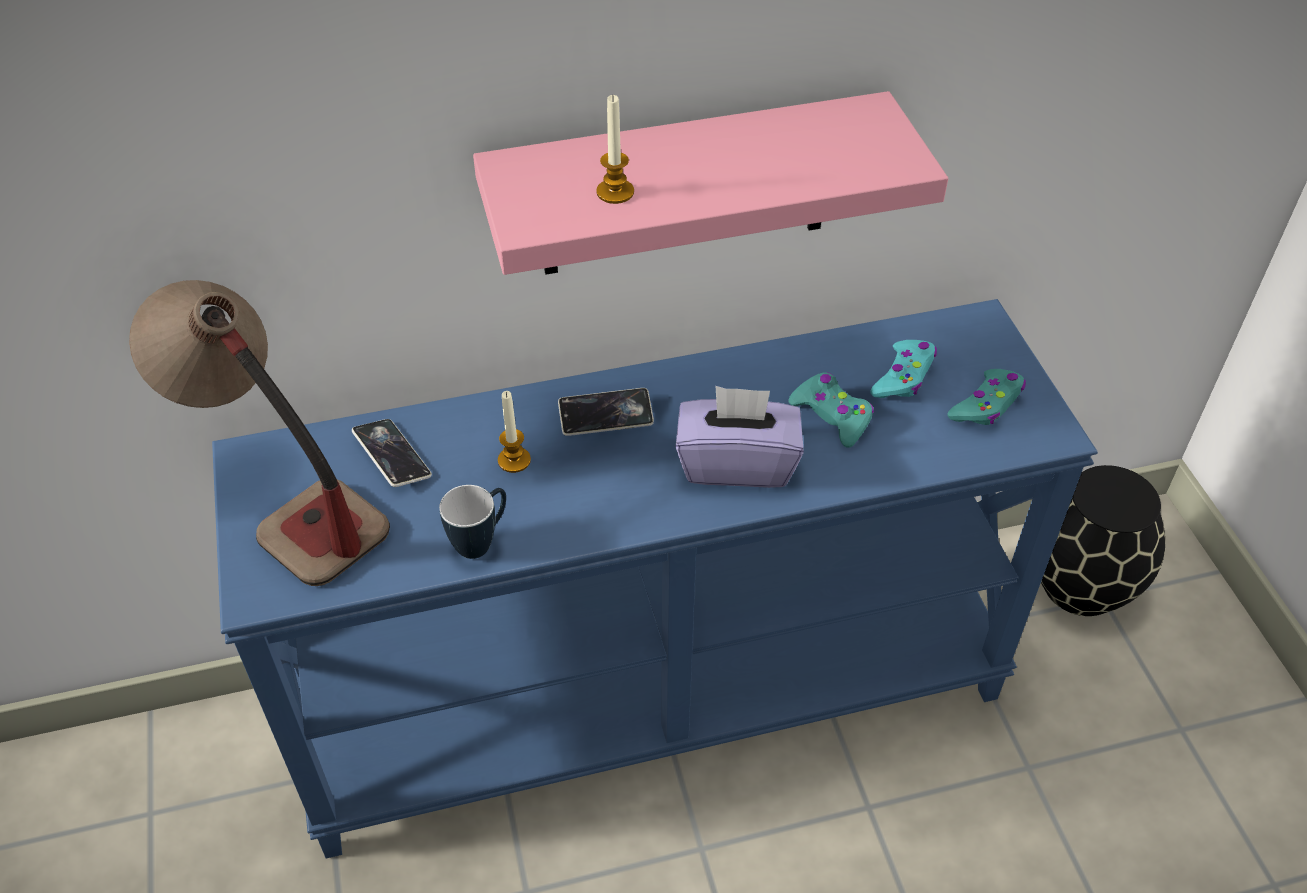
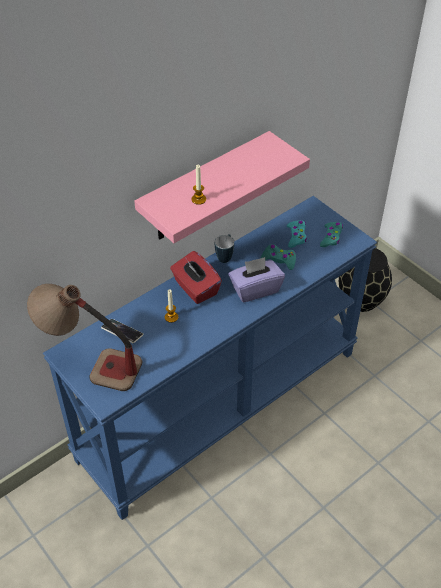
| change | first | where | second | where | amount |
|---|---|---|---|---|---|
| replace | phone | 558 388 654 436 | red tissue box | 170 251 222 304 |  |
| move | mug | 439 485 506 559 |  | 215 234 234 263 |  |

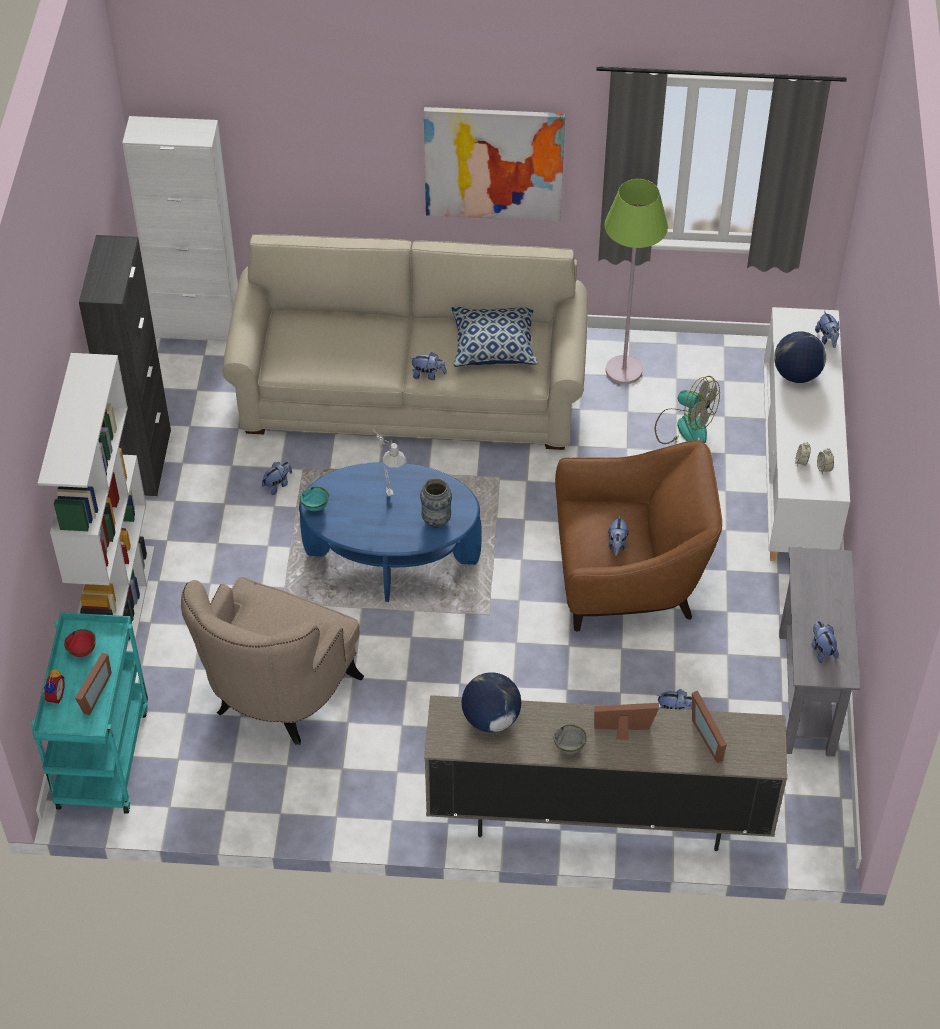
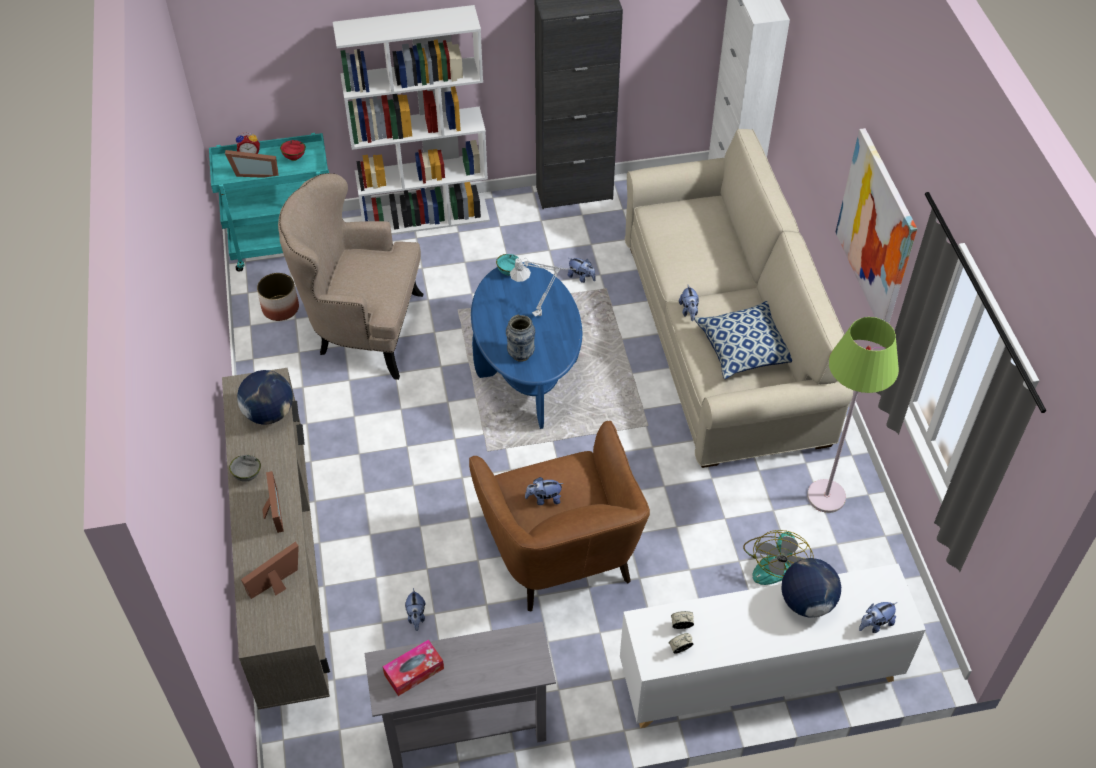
| change | first | where | second | where | amount |
|---|---|---|---|---|---|
| insert |  |  | plant pot | 257 273 299 321 |  |
| replace | plush toy | 812 621 839 663 | tissue box | 382 639 444 696 |  |

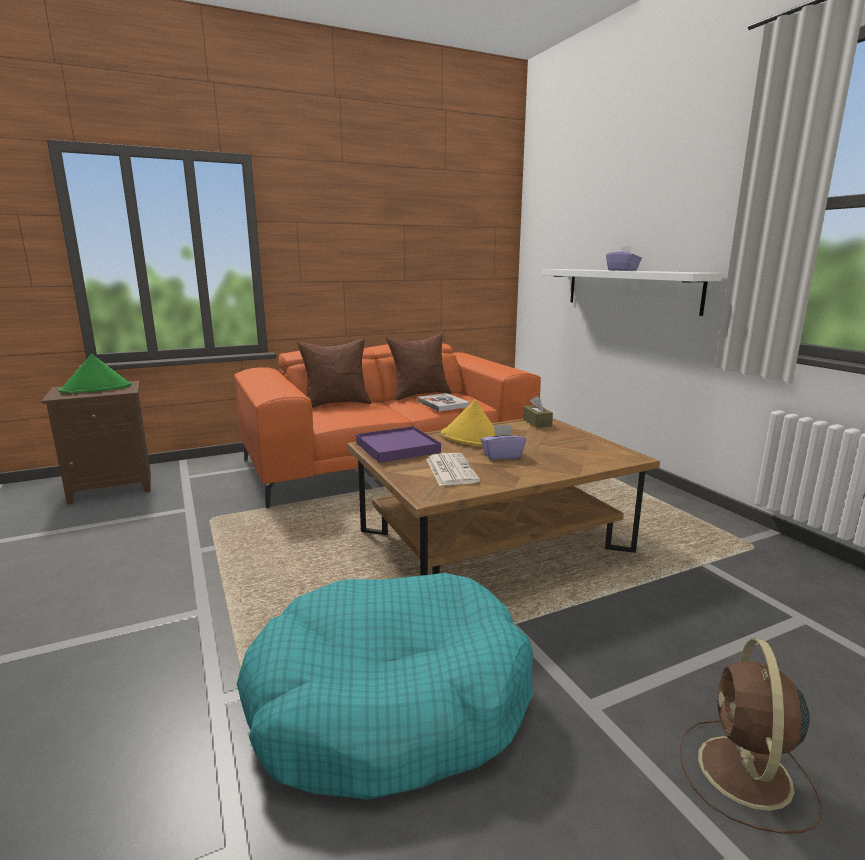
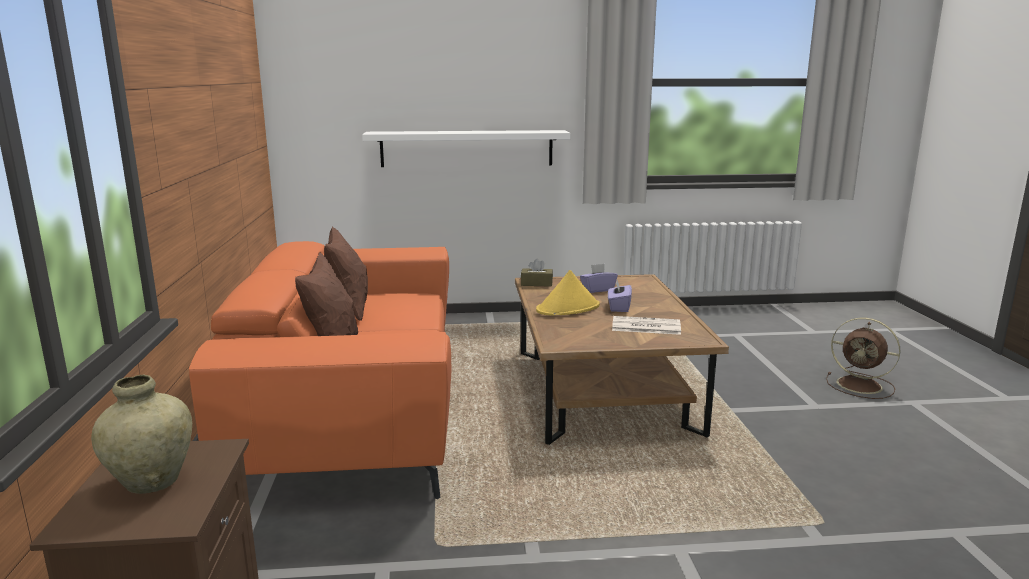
| change | first | where | second | where | amount |
|---|---|---|---|---|---|
| replace | green-coloured clothing hat | 59 354 132 393 | sand-coloured decorative vase | 91 374 192 494 |  |
| move | purple tissue box | 606 246 642 271 |  | 580 264 618 293 |  |
| delete | turquoise-coloured dog bed | 237 573 534 800 |  |  |  |
| delete | purple carrying tray | 356 426 441 463 |  |  |  |
| delete | volume | 417 393 470 411 |  |  |  |

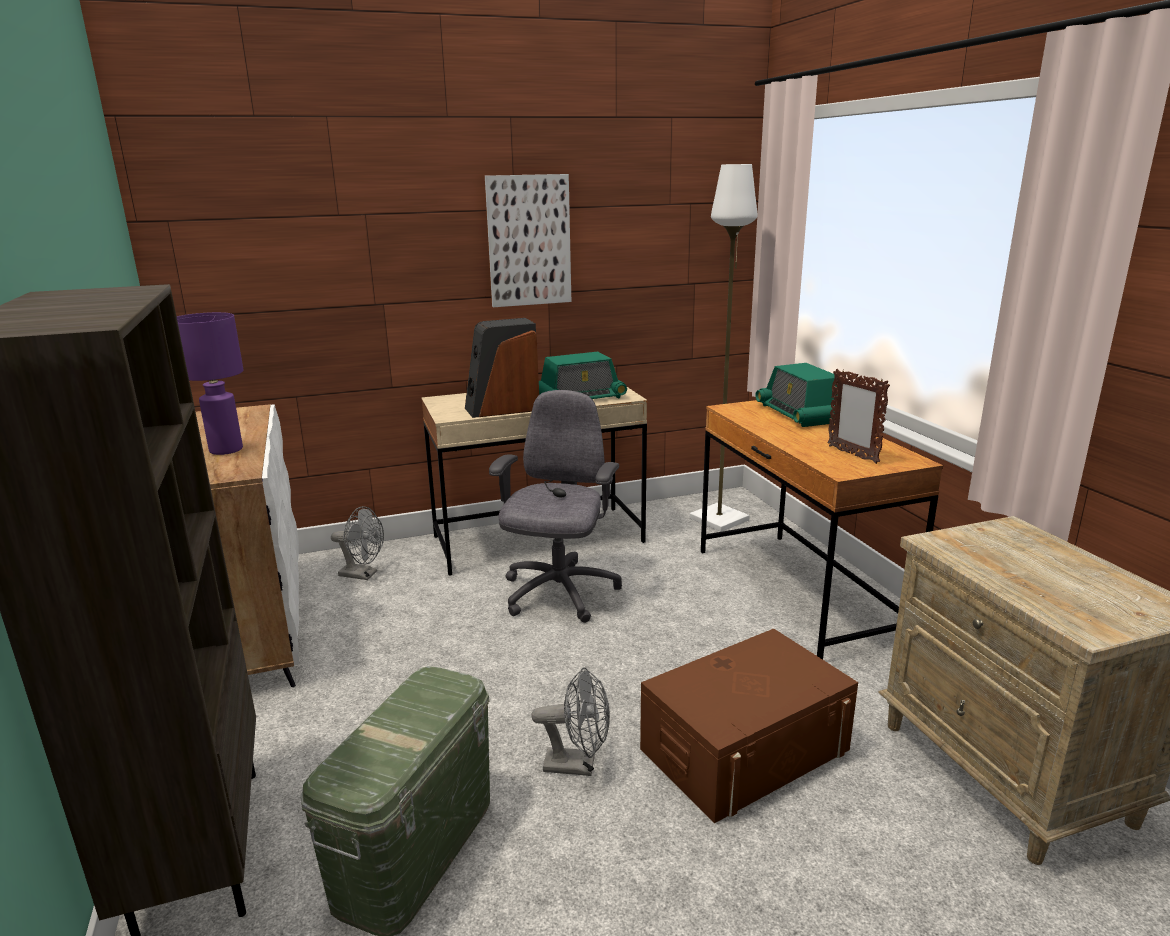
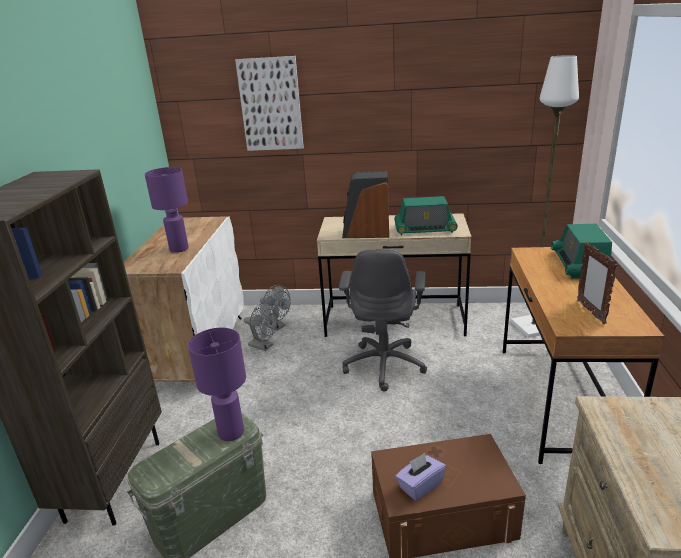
| change | first | where | second | where | amount |
|---|---|---|---|---|---|
| insert |  |  | purple lamp for a table | 188 328 246 441 |  |
| move | wall picture | 485 174 571 307 |  | 235 56 304 151 |  |
| move | grey electric fan | 531 667 610 776 |  | 244 302 278 351 |  |
| rotate | grey desk chair | 489 390 622 623 |  | 339 249 427 392 | 150 degrees clockwise |
| insert |  |  | purple tissue box | 395 453 446 501 |  |

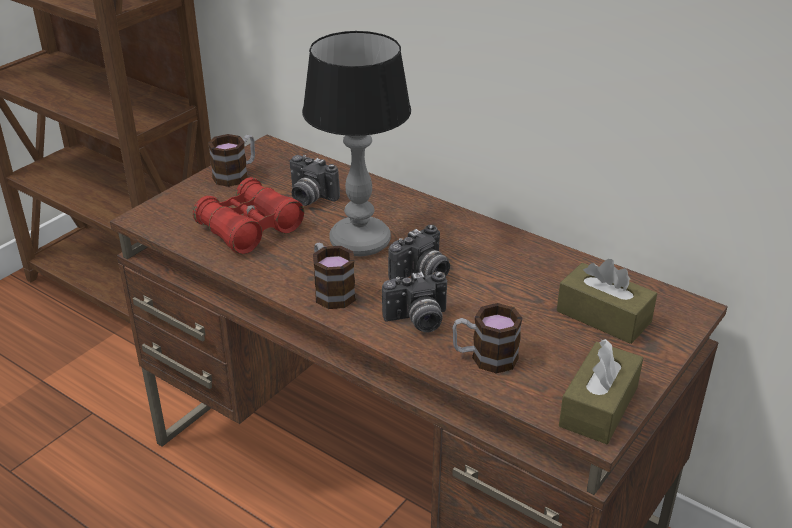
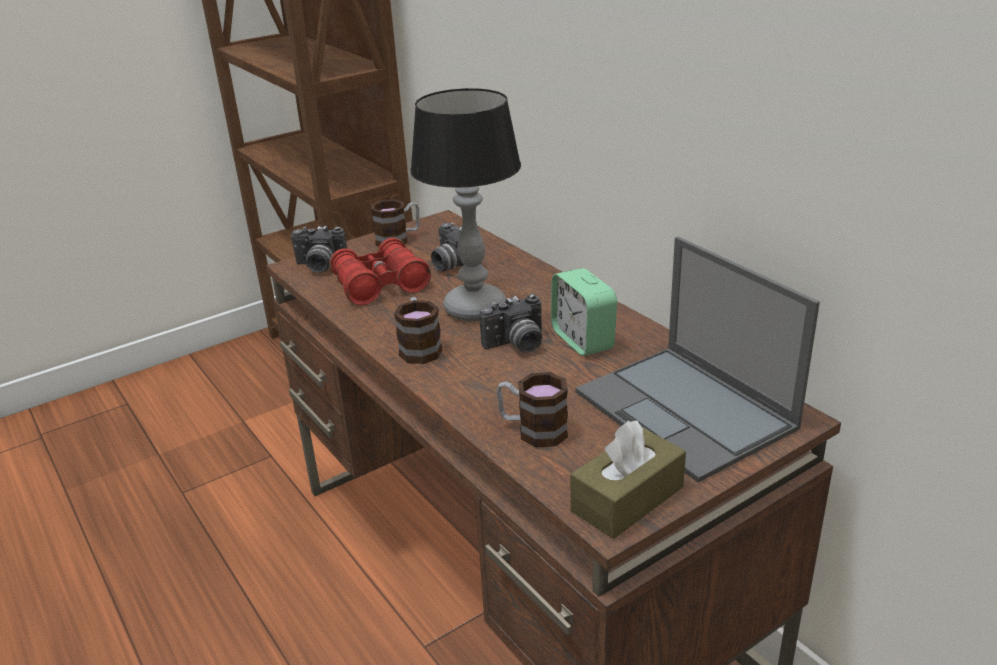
| change | first | where | second | where | amount |
|---|---|---|---|---|---|
| move | photo camera | 382 271 447 332 |  | 291 226 347 273 |  |
| insert |  |  | alarm clock | 551 268 617 356 |  |
| replace | brownish tissue box | 557 259 657 344 | notebook computer | 575 237 820 483 |  |

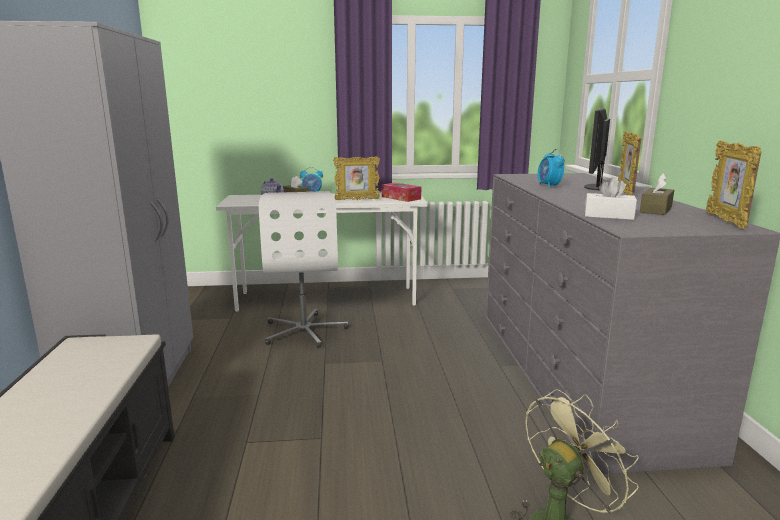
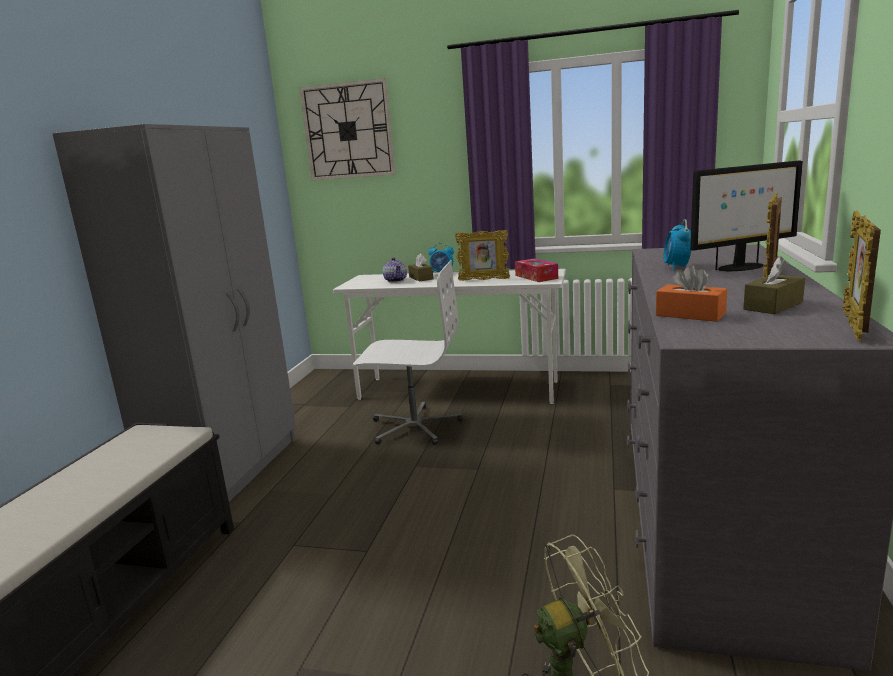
| change | first | where | second | where | amount |
|---|---|---|---|---|---|
| insert |  |  | clock on the wall | 299 78 396 181 |  |
| rotate | white desk chair | 259 191 349 348 |  | 353 260 463 445 | 90 degrees counterclockwise |
| recolor | white tissue box | 585 177 637 220 | orange tissue box | 656 265 727 322 |  |
| rotate | computer display | 584 109 610 191 |  | 690 160 803 271 | 150 degrees counterclockwise |

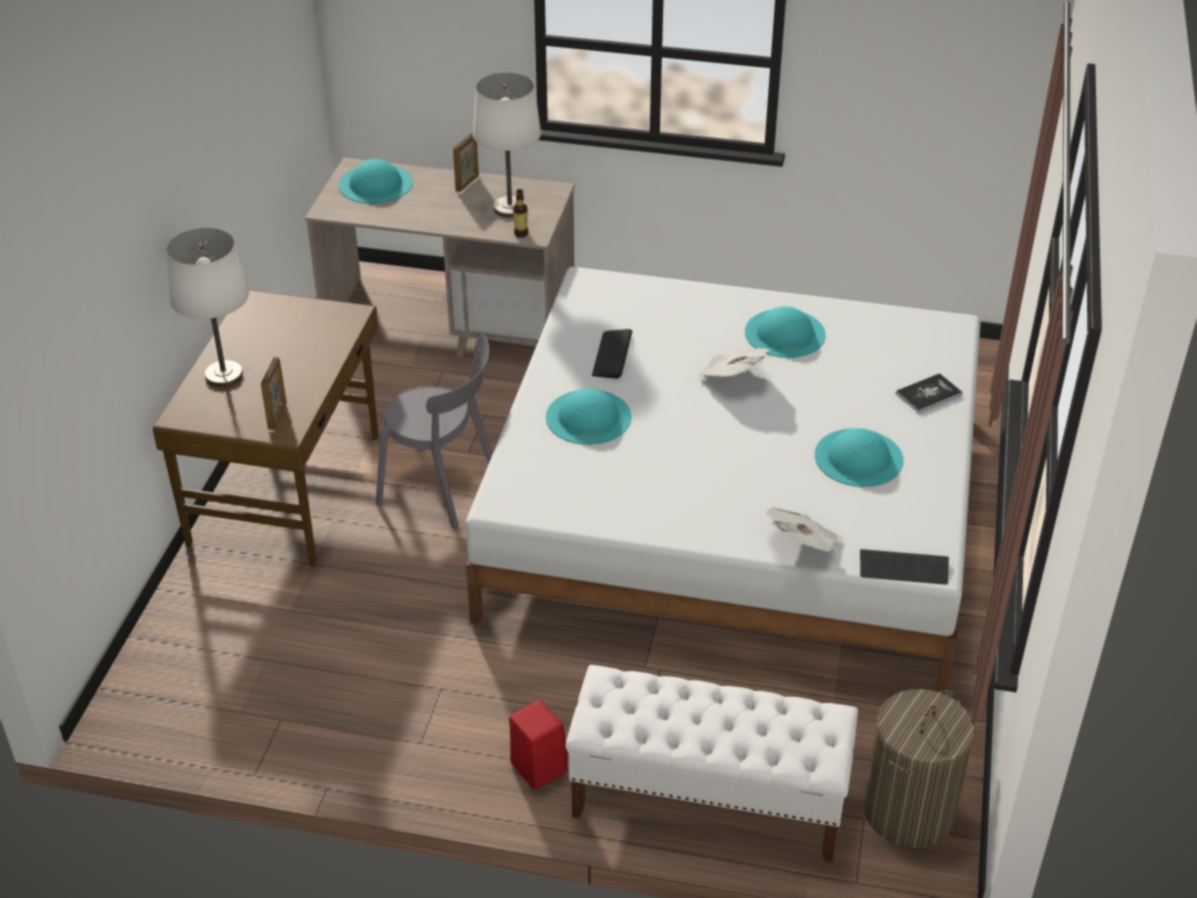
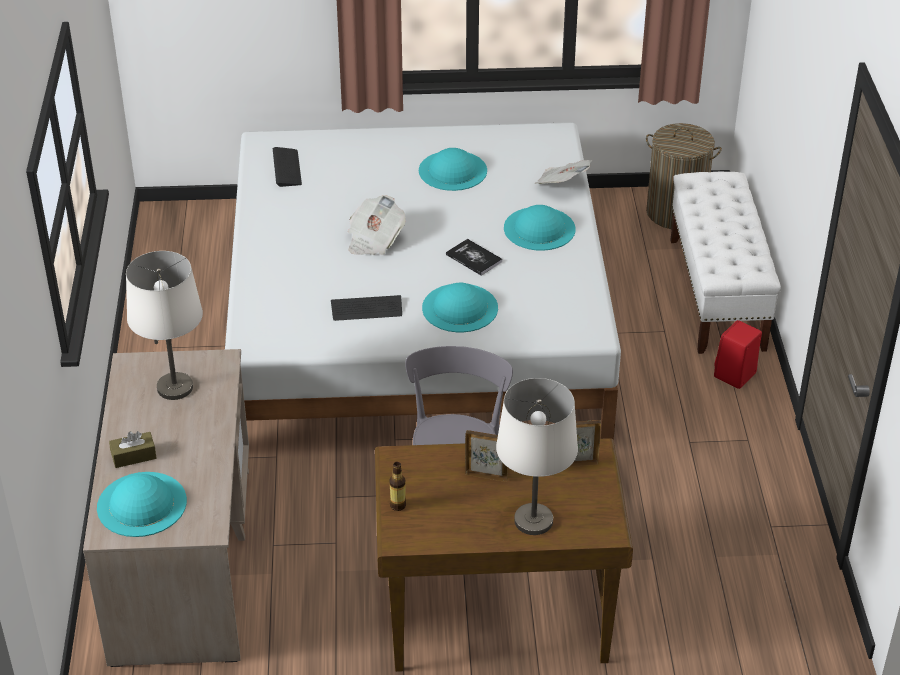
| change | first | where | second | where | amount |
|---|---|---|---|---|---|
| insert |  |  | brownish tissue box | 109 431 157 468 |  |
| move | computer keyboard | 860 549 949 585 |  | 273 147 302 187 |  |
| move | bottle | 513 189 528 238 |  | 389 462 406 511 |  |
| move | volume | 896 373 963 413 |  | 446 239 502 276 |  |
| move | standing frame | 453 132 479 192 |  | 465 430 508 482 |  |
| move | turquoise-coloured clothing hat | 745 306 826 358 |  | 504 205 576 251 |  |

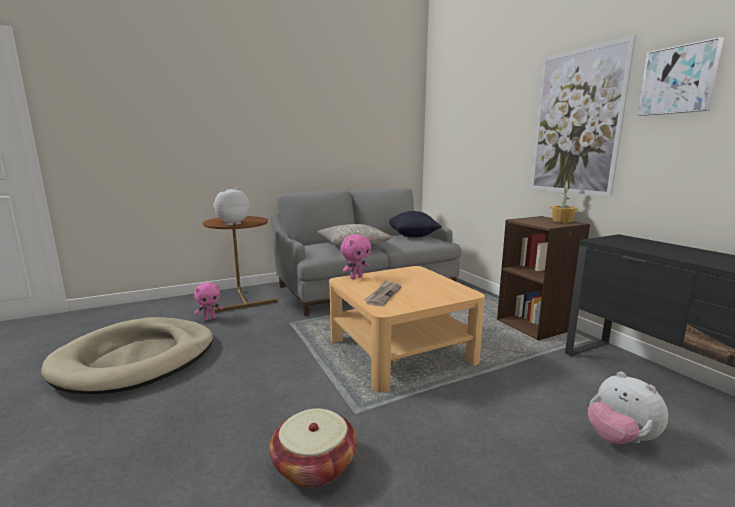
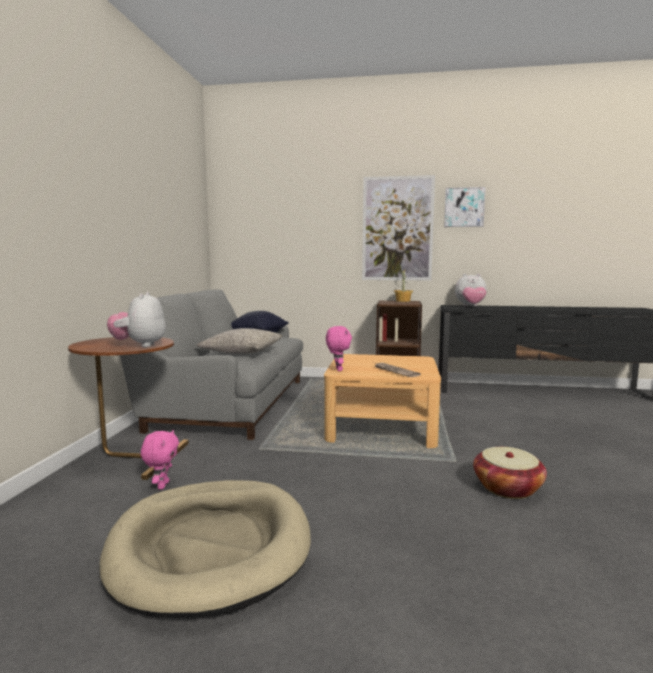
| change | first | where | second | where | amount |
|---|---|---|---|---|---|
| move | plush toy | 588 372 668 444 |  | 455 274 487 306 |  |

